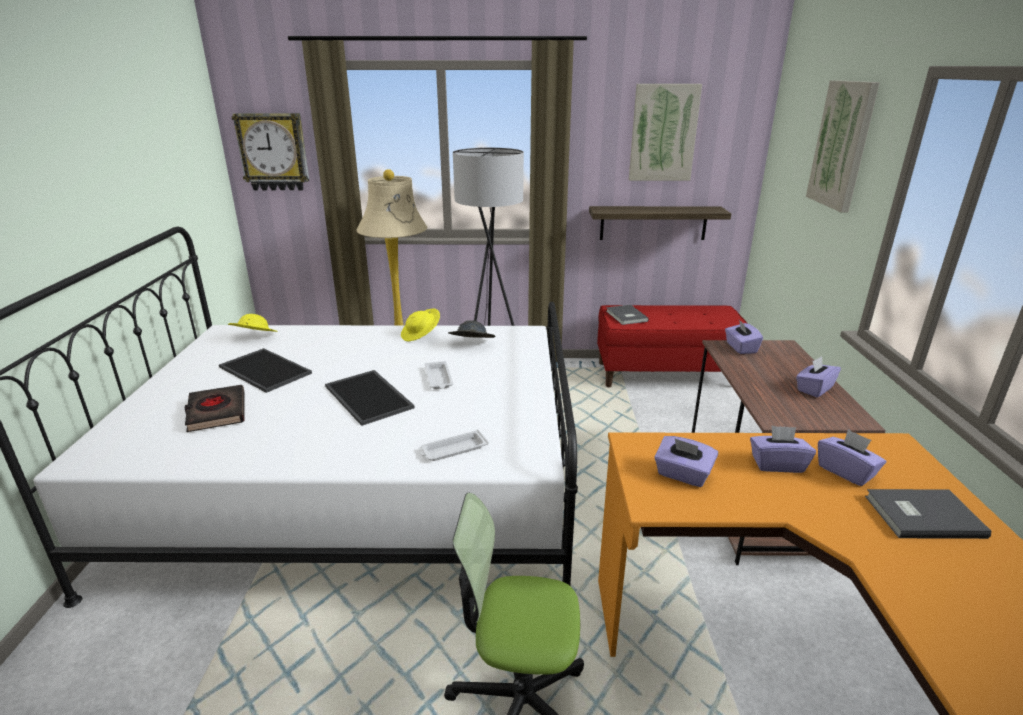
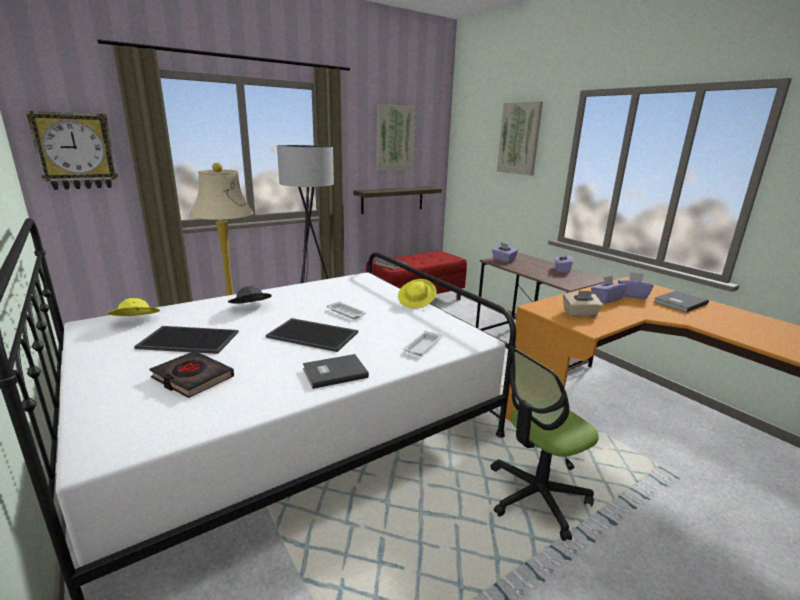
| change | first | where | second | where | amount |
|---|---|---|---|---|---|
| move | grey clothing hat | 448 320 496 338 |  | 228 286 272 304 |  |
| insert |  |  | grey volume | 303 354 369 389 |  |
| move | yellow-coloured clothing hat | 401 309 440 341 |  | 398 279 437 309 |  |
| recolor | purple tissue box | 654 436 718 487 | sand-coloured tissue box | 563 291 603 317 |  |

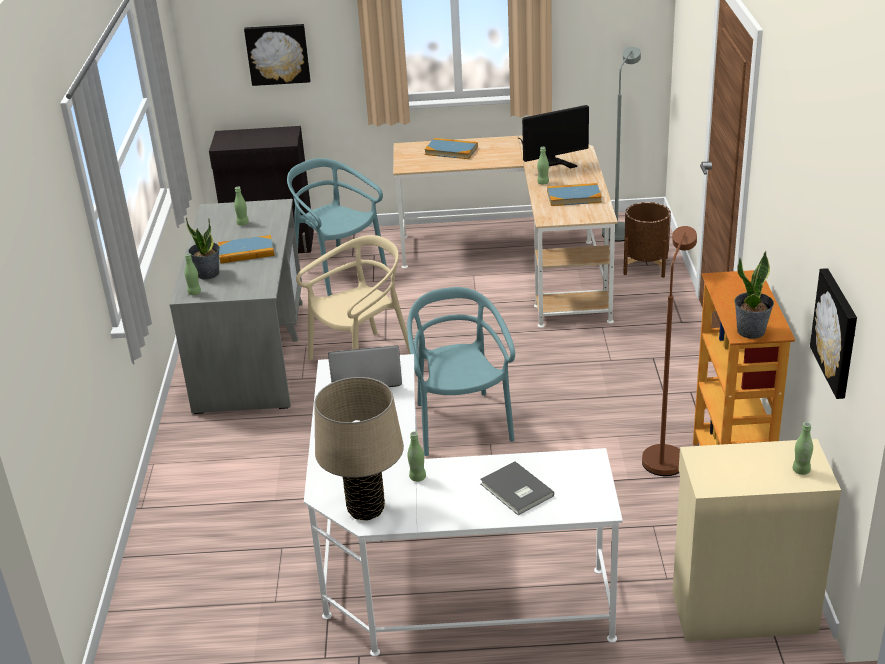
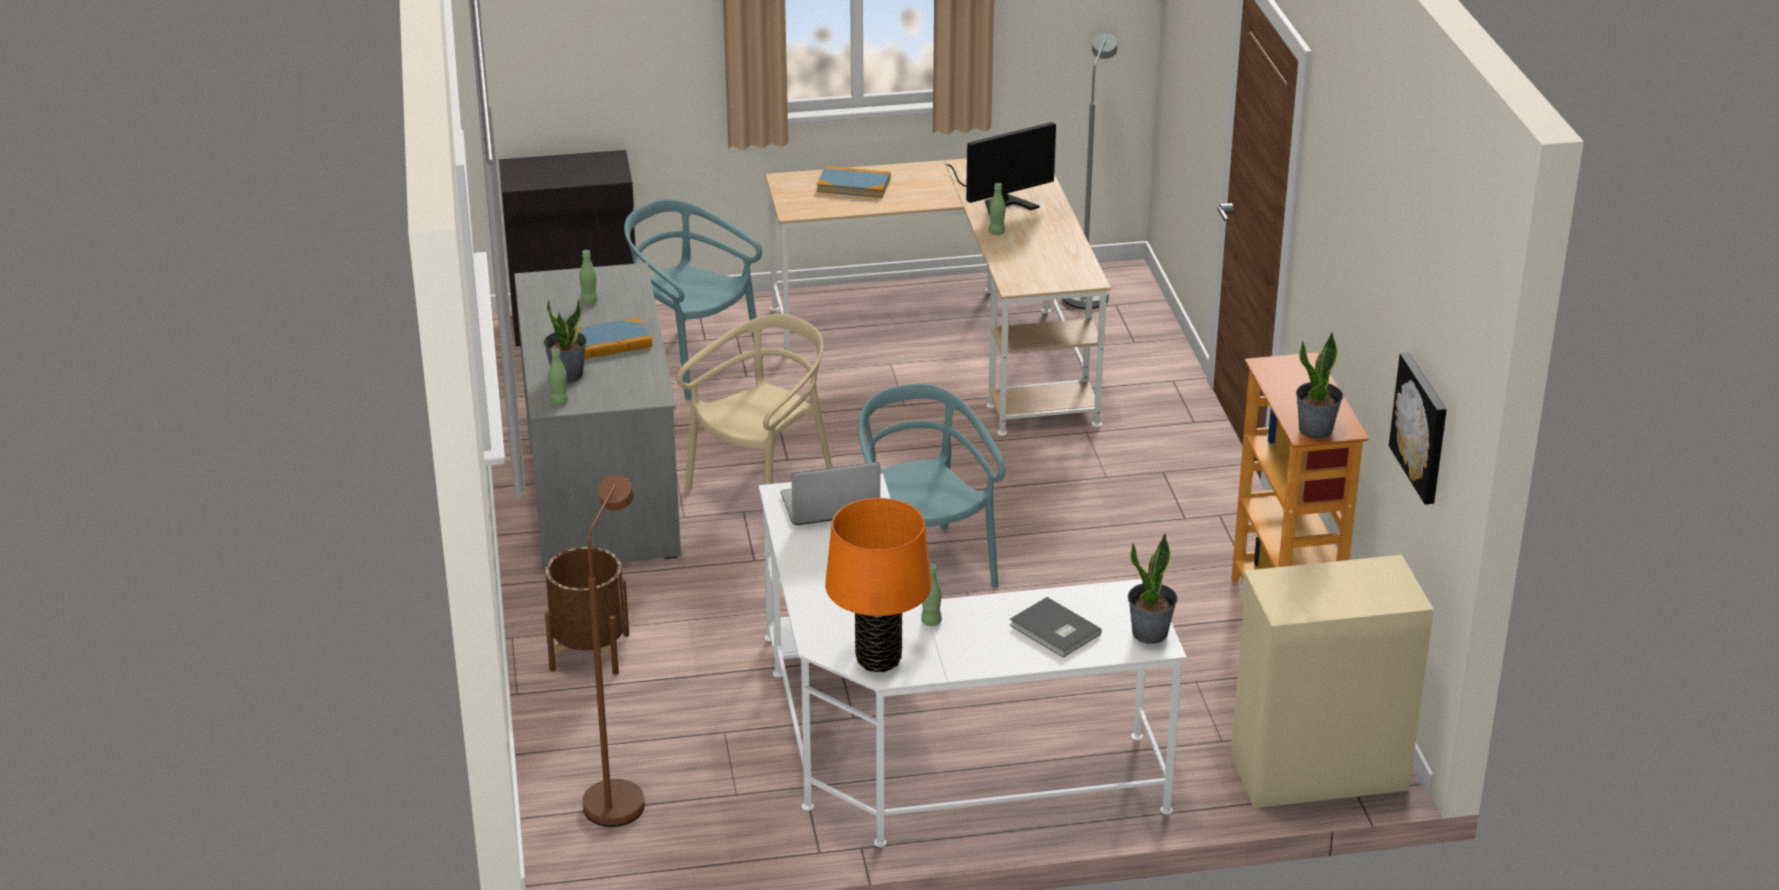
| change | first | where | second | where | amount |
|---|---|---|---|---|---|
| move | brownish plant pot | 623 202 671 278 |  | 545 547 629 675 |  |
| move | brownish floor lamp | 642 226 697 476 |  | 583 475 645 827 |  |
| recolor | sand-coloured lamp for a table | 314 377 404 521 | orange lamp for a table | 825 498 932 672 |  |
| insert |  |  | potted plant | 1128 533 1178 644 |  |
| delete | wall picture | 244 24 310 86 |  |  |  |
| delete | volume | 547 183 602 206 |  |  |  |
| delete | green-coloured bottle | 792 422 813 475 |  |  |  |

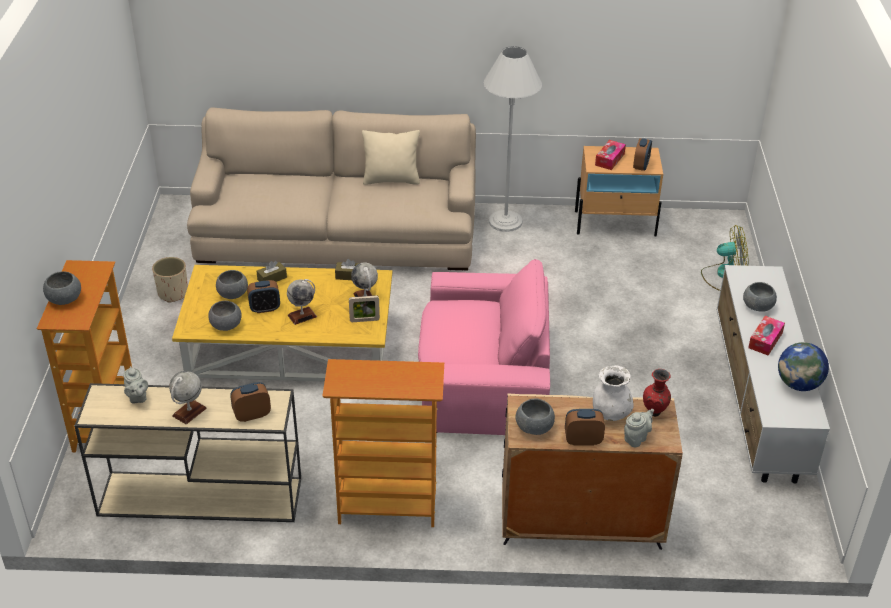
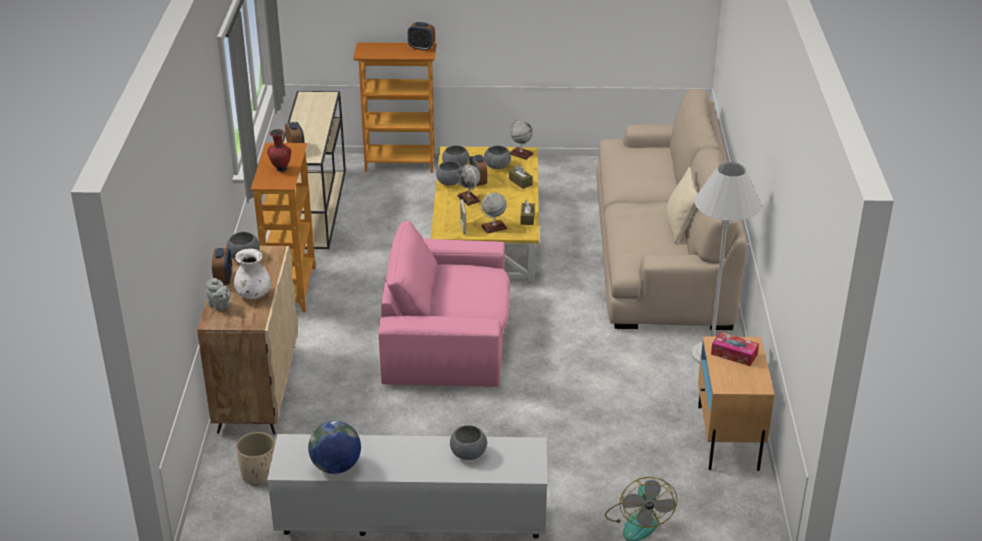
| change | first | where | second | where | amount |
|---|---|---|---|---|---|
| move | sand-coloured plant pot | 152 257 188 303 |  | 236 432 275 486 |  |
| move | red decorative vase | 643 369 671 417 |  | 267 129 291 172 |  |
| rotate | pinkish easy chair | 418 259 550 435 |  | 378 220 510 387 | 90 degrees clockwise |
| move | alarm clock | 633 138 652 171 |  | 408 22 435 51 |  |
| move | grey deep dish | 43 271 81 305 |  | 436 161 462 186 |  |
| move | world globe | 169 371 207 424 |  | 510 120 533 160 |  |
| delete | grey pot for tea | 124 366 148 404 |  |  |  |
| delete | tissue box | 748 316 785 356 |  |  |  |

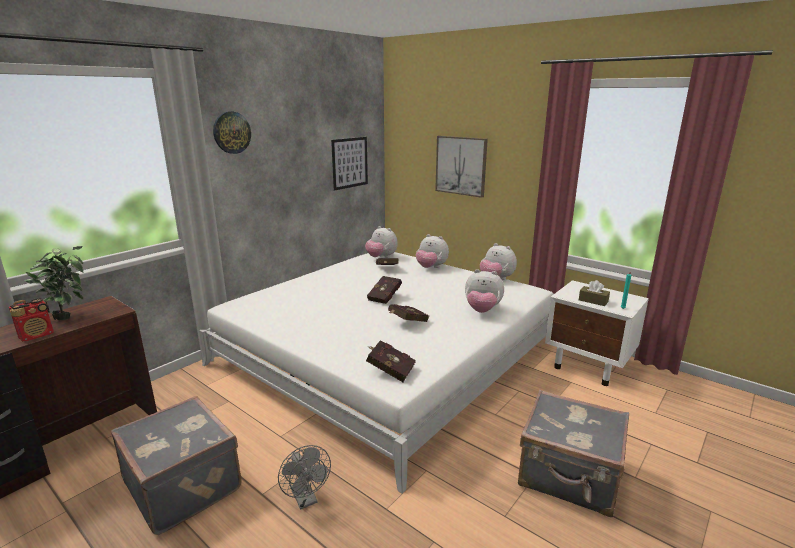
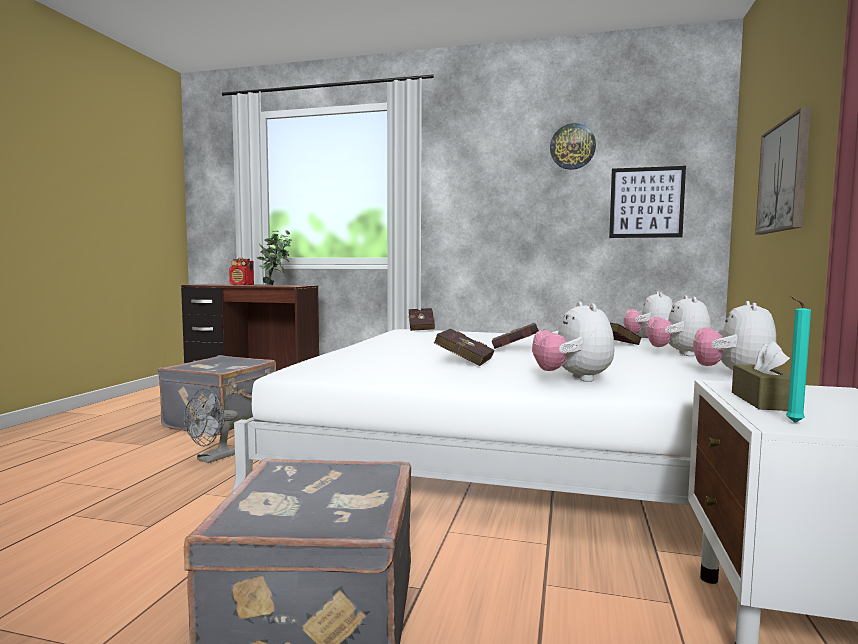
| change | first | where | second | where | amount |
|---|---|---|---|---|---|
| move | red volume | 366 340 416 382 |  | 409 308 435 331 |  |
| move | clock on the wall | 213 112 251 154 |  | 550 123 596 170 |  |

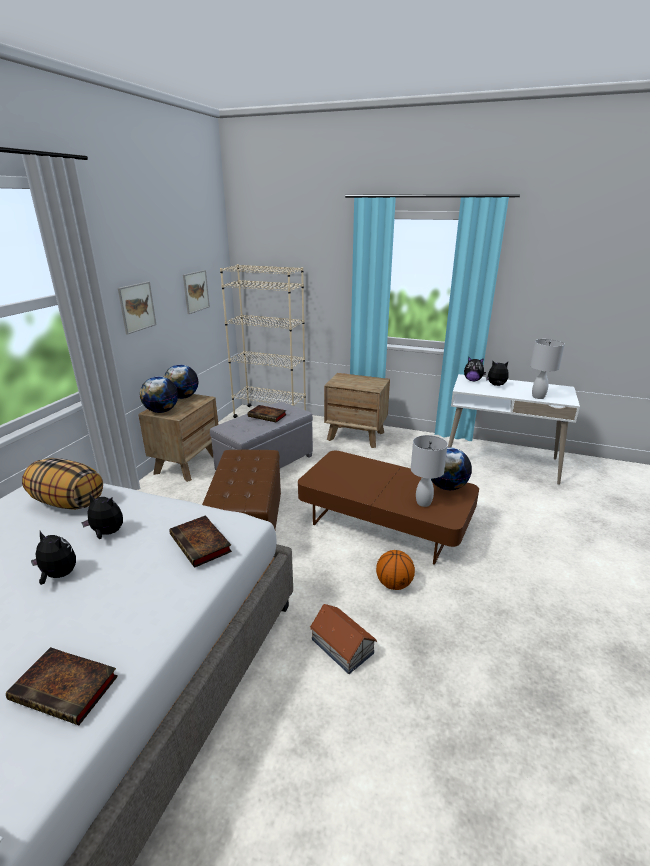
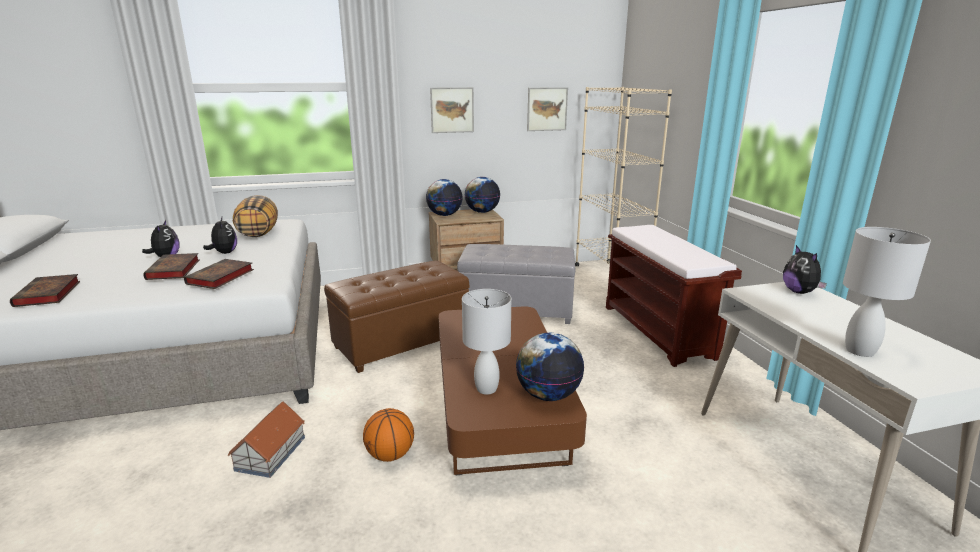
| change | first | where | second | where | amount |
|---|---|---|---|---|---|
| move | volume | 248 405 287 422 |  | 143 253 200 280 |  |
| replace | brownish bedside table | 324 373 390 448 | brownish bench | 606 225 742 367 |  |
| delete | plush toy | 486 361 509 386 |  |  |  |

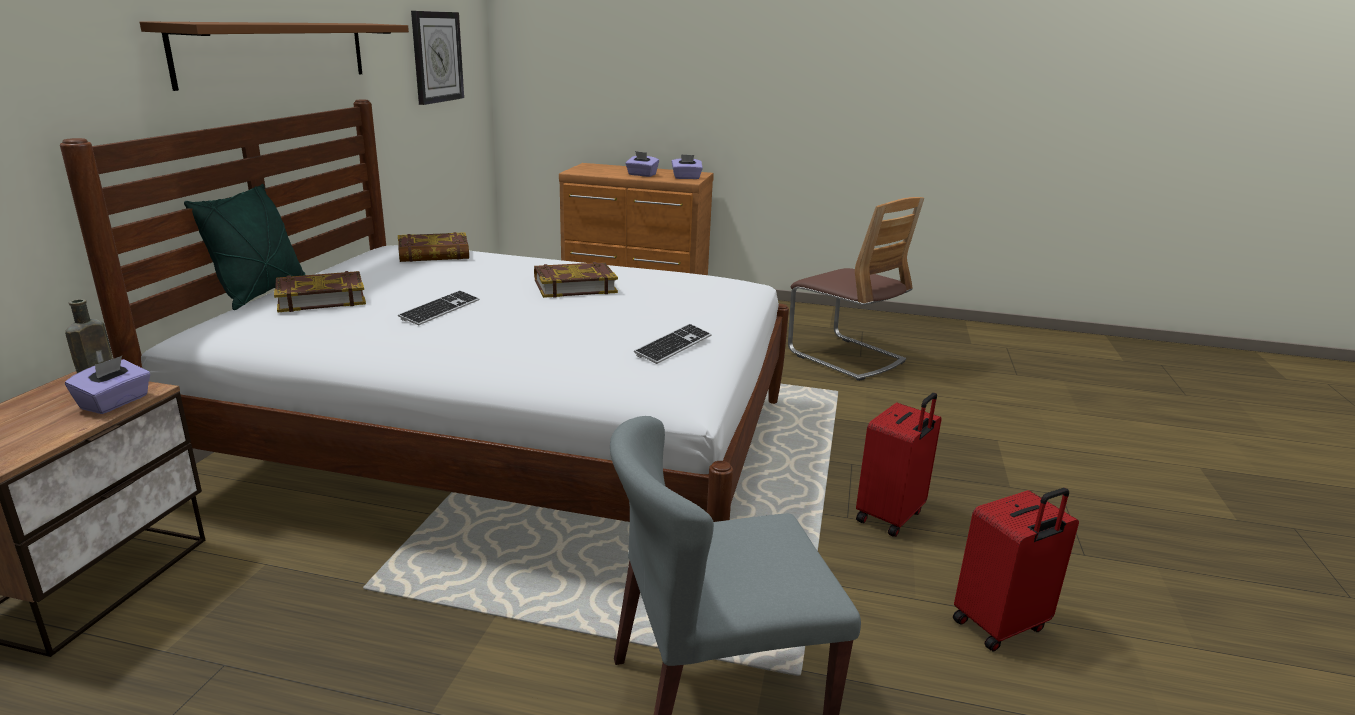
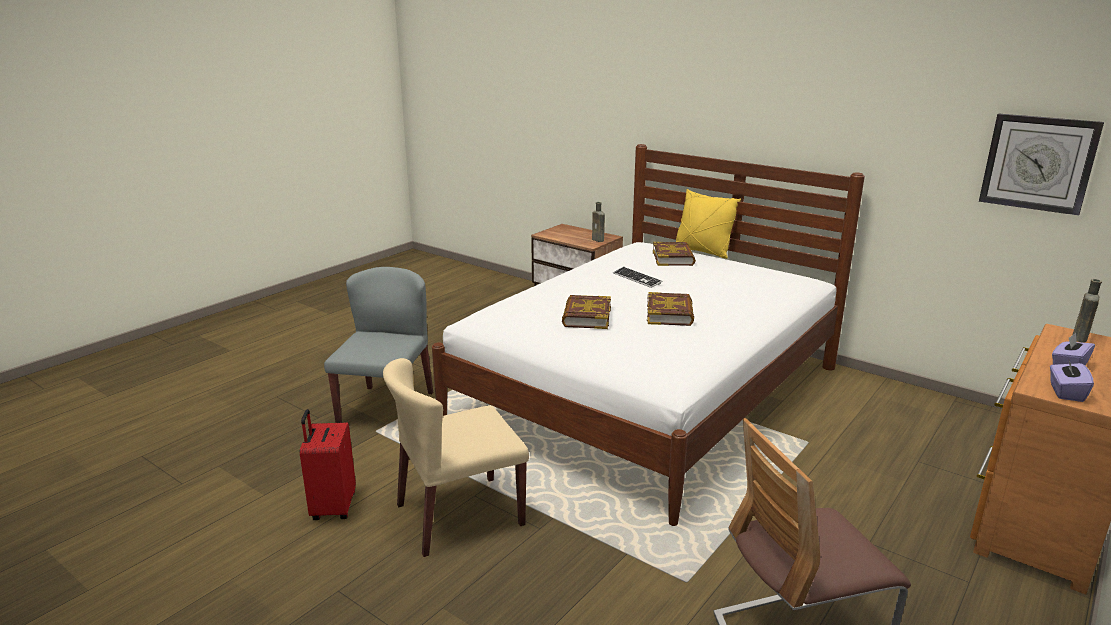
| change | first | where | second | where | amount |
|---|---|---|---|---|---|
| replace | red piece of luggage | 856 393 942 537 | sand-coloured plain chair | 383 358 529 557 |  |
| move | volume | 398 232 469 262 |  | 562 295 611 329 |  |
| recolor | green-coloured pillow | 184 184 305 310 | yellow-coloured pillow | 676 189 741 259 |  |
| insert |  |  | brownish bottle | 1073 279 1102 343 |  |
| delete | purple tissue box | 65 356 151 414 |  |  |  |
| delete | brownish bracket shelf | 139 21 409 91 |  |  |  |
| delete | computer keyboard | 634 324 712 364 |  |  |  |

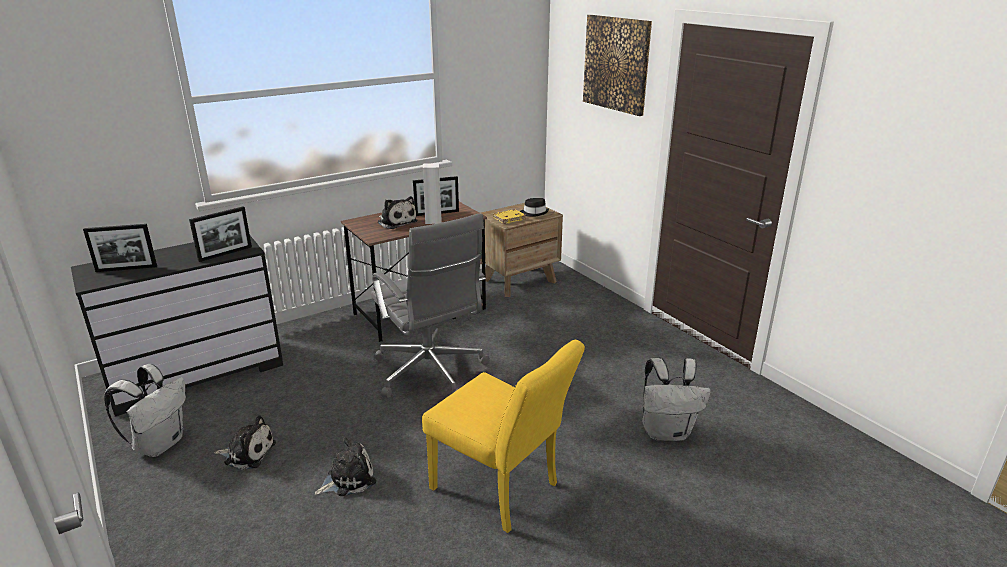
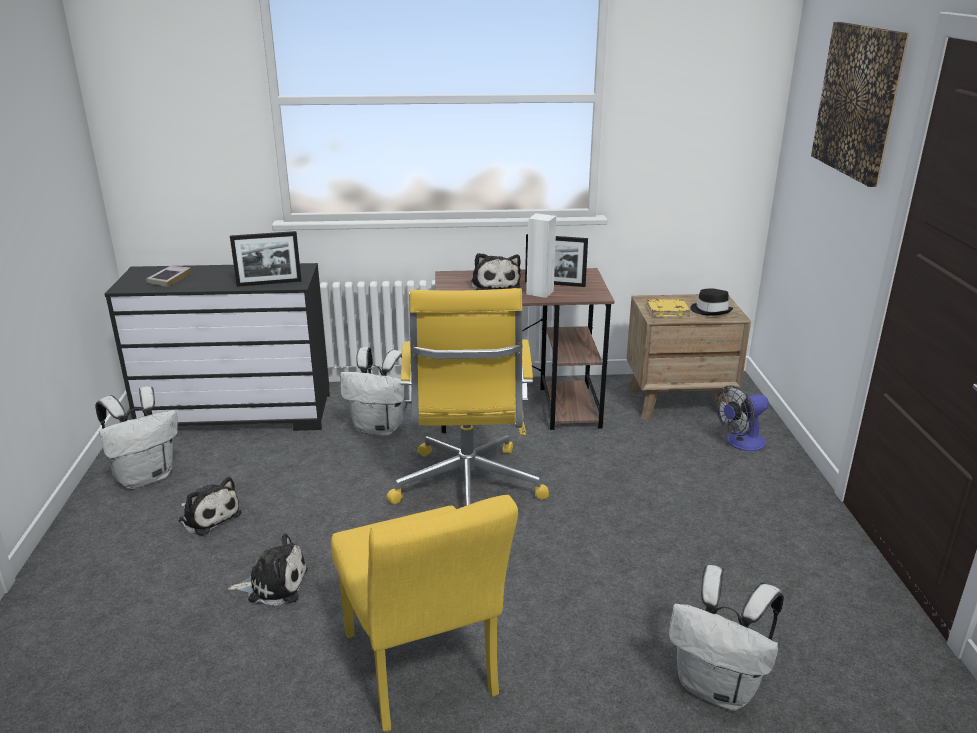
| change | first | where | second | where | amount |
|---|---|---|---|---|---|
| replace | standing frame | 83 224 157 272 | volume | 146 266 191 287 |  |
| insert |  |  | white rucksack | 340 347 407 436 |  |
| recolor | grey desk chair | 371 213 490 398 | yellow-coloured desk chair | 387 288 549 506 |  |
| insert |  |  | electric fan | 716 385 769 451 |  |

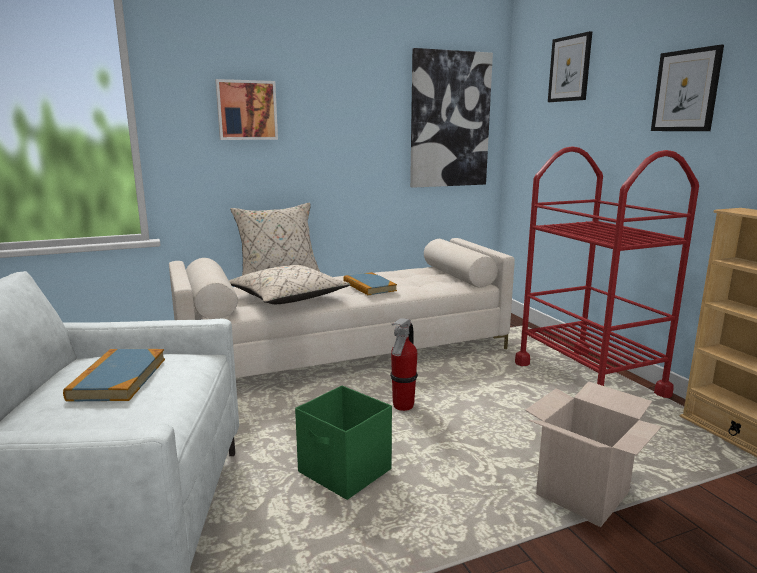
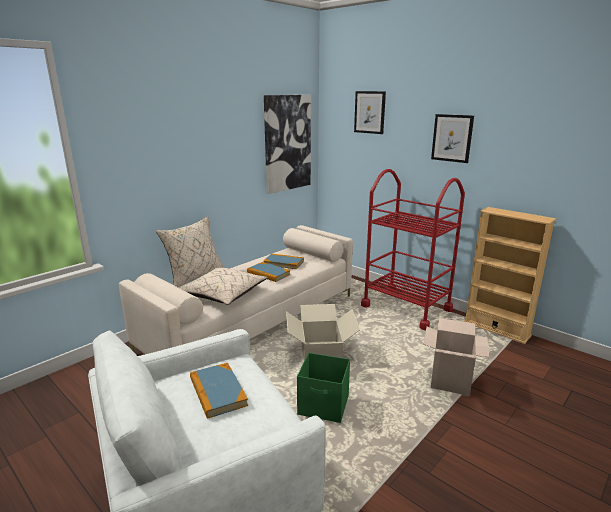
| change | first | where | second | where | amount |
|---|---|---|---|---|---|
| insert |  |  | volume | 264 254 304 269 |  |
| replace | fire-fighting cylinder | 390 318 418 411 | packing box | 286 304 360 360 |  |
| delete | wall picture | 215 79 278 140 |  |  |  |

